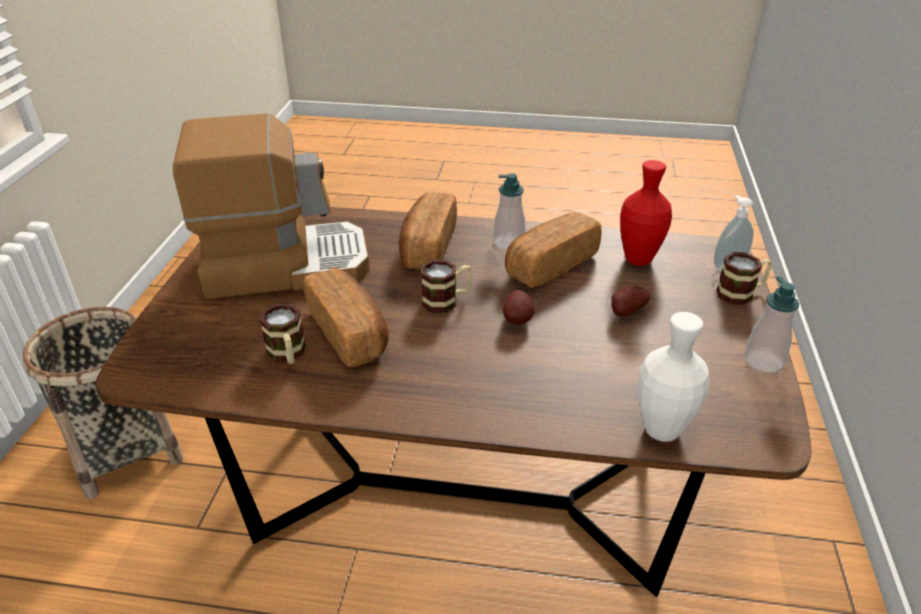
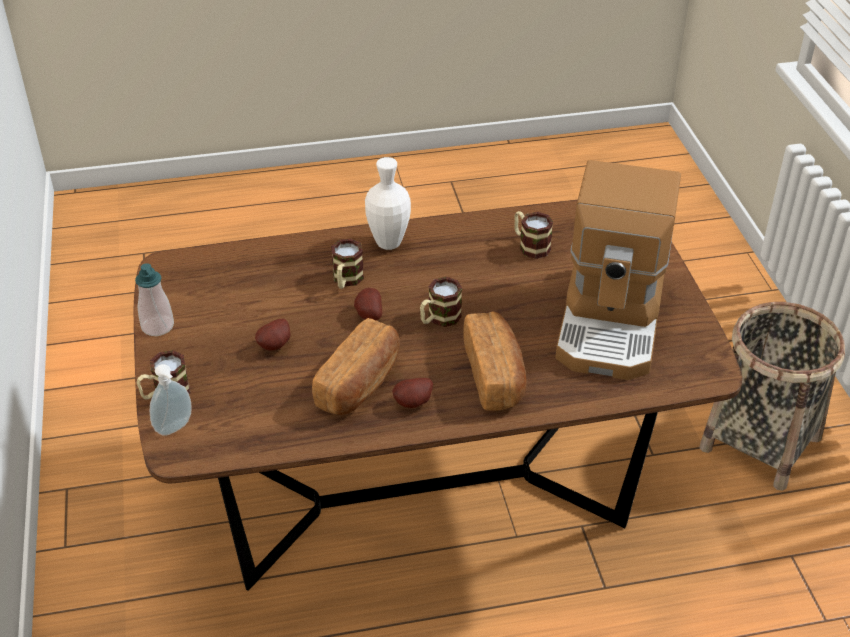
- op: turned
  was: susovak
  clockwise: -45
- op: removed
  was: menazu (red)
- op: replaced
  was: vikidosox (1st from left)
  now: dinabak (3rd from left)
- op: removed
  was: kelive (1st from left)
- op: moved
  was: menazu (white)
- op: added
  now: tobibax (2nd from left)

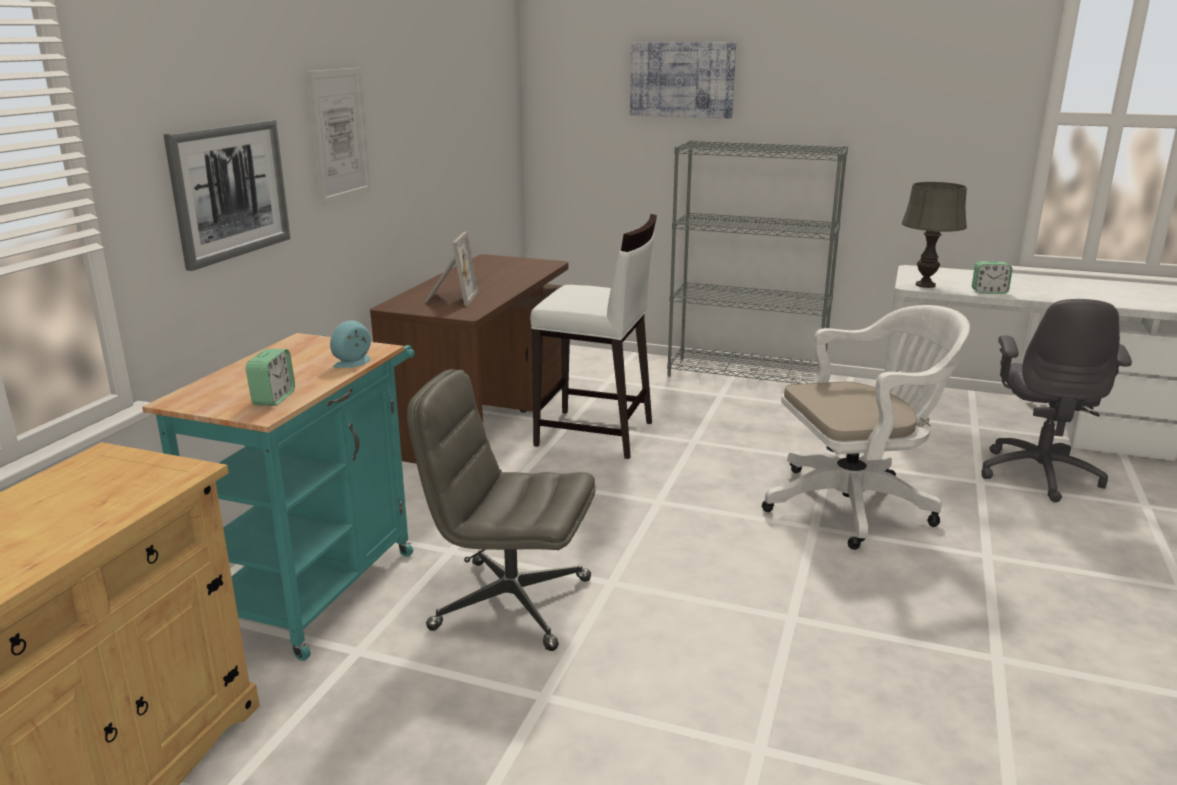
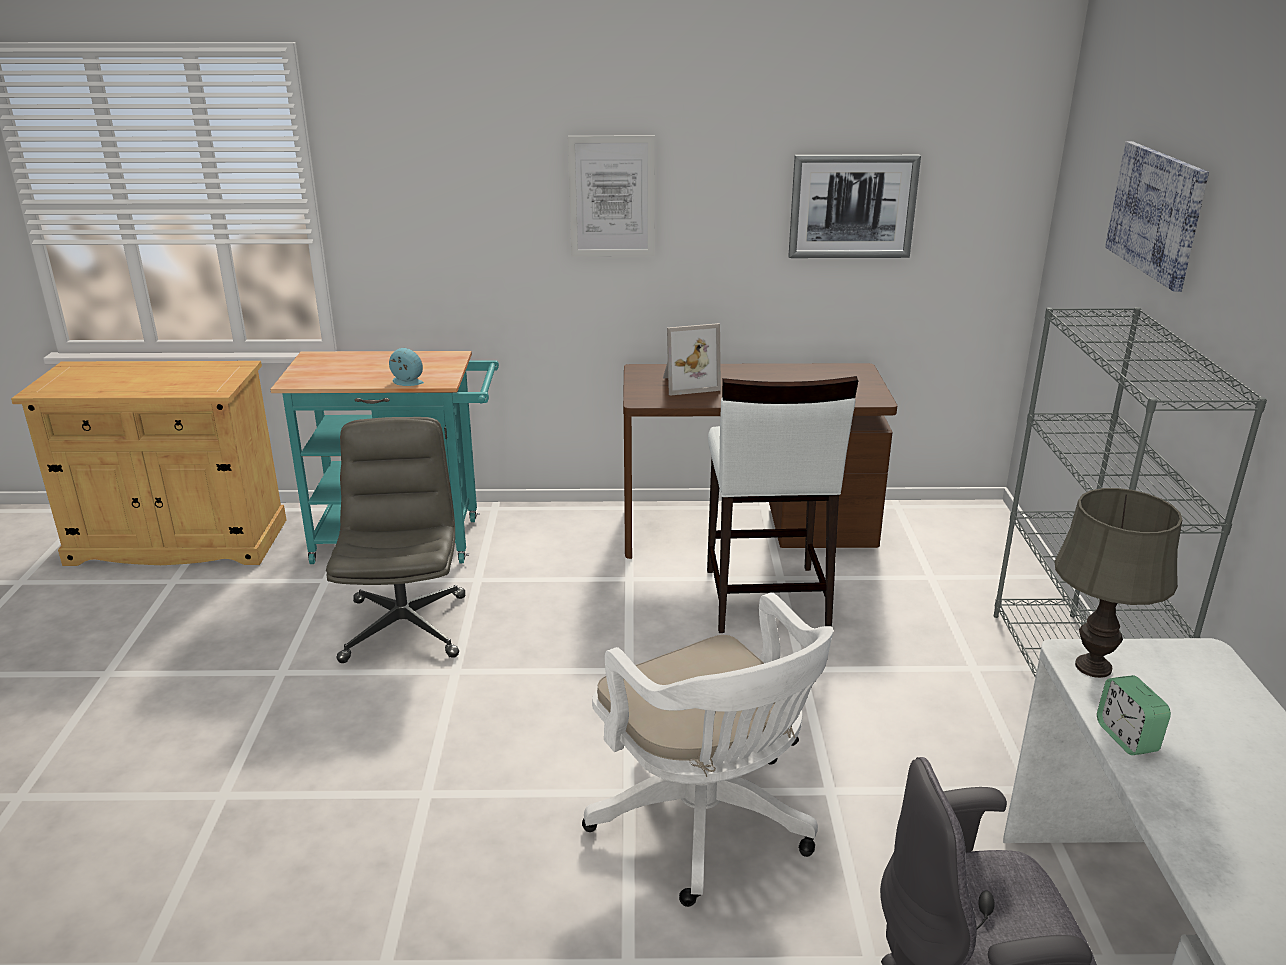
- op: moved
  was: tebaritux (1st from left in the first image)
  now: tebaritux (2nd from left)
- op: removed
  was: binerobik (1st from left)

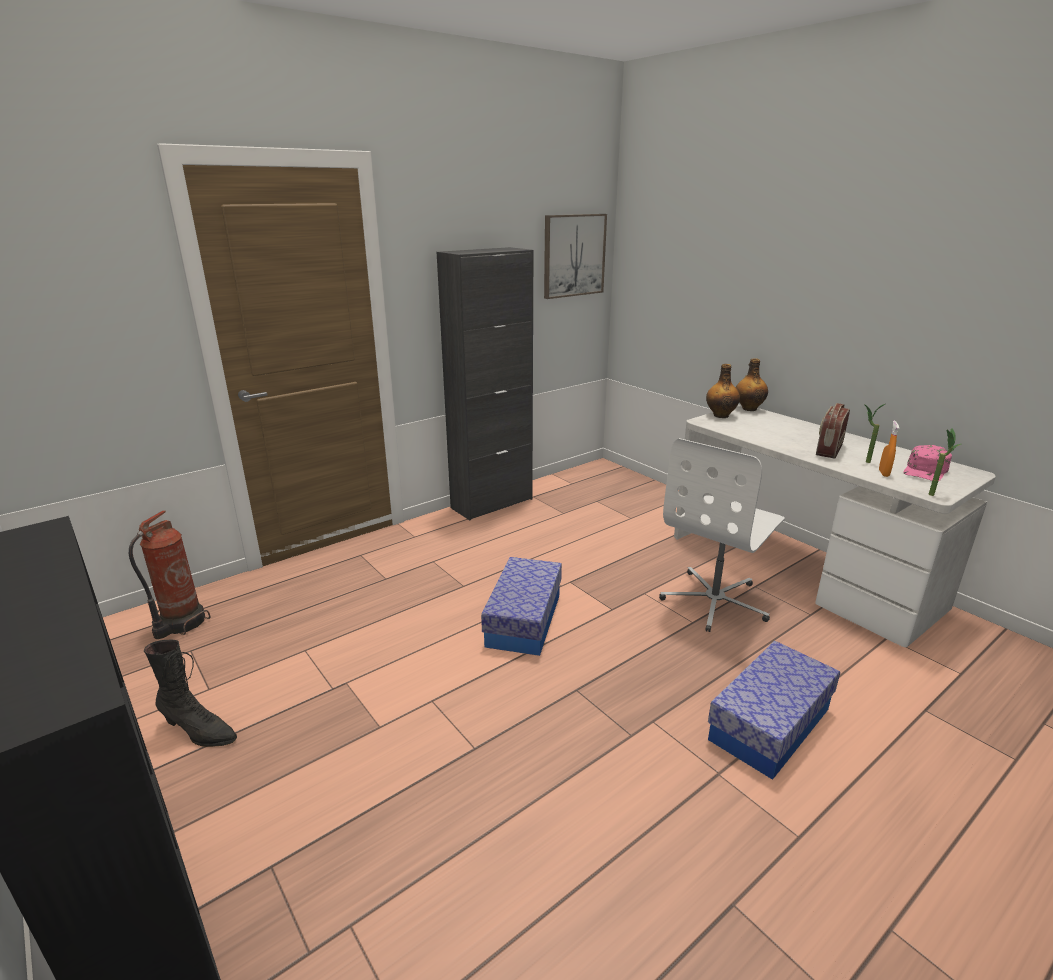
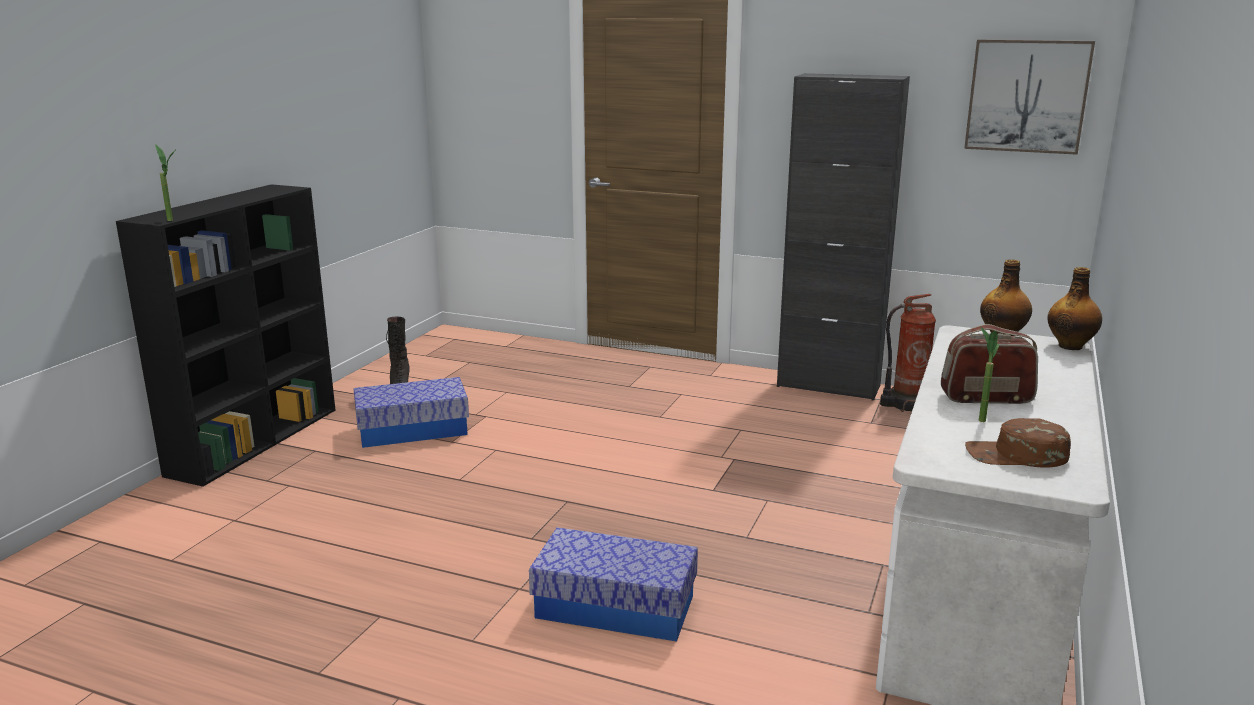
- op: removed
  was: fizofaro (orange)
- op: moved
  was: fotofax (2nd from left in the first image)
  now: fotofax (1st from left)
- op: removed
  was: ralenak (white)
- op: recoloured
  was: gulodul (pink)
  now: gulodul (brown)
- op: moved
  was: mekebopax
- op: moved
  was: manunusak (1st from left)

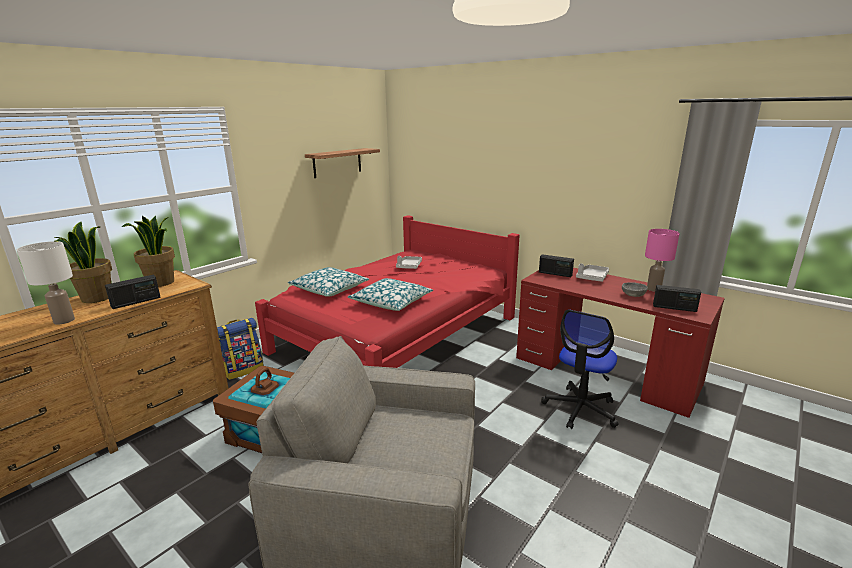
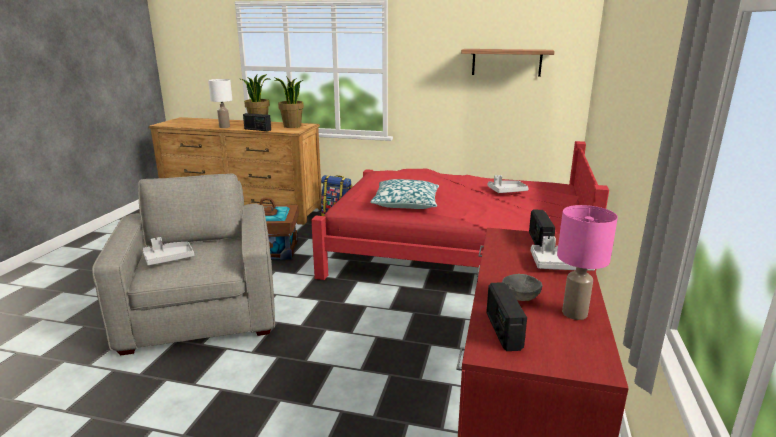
- op: removed
  was: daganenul (1st from left)
- op: removed
  was: ralenak
- op: added
  now: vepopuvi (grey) (1st from left)

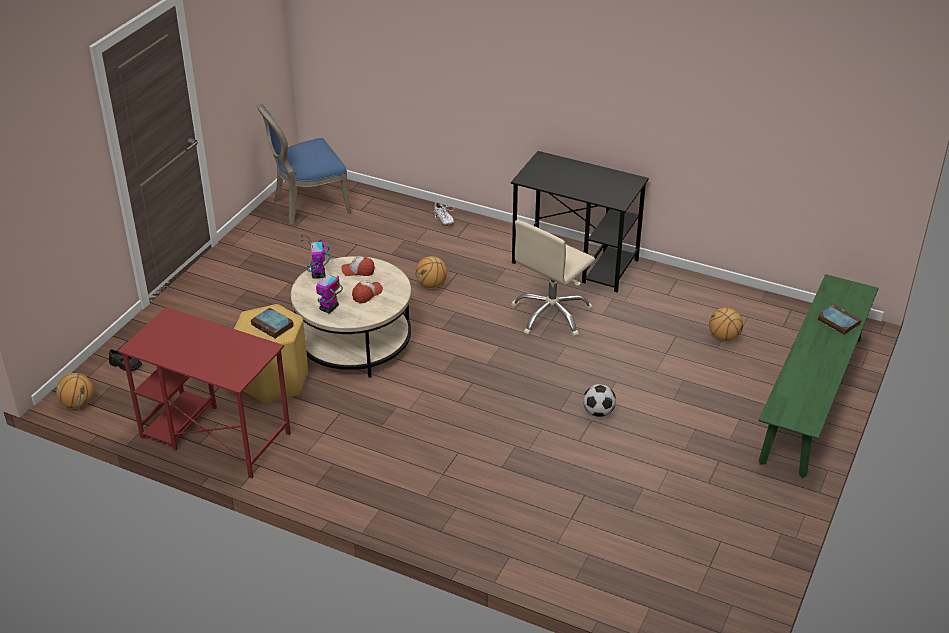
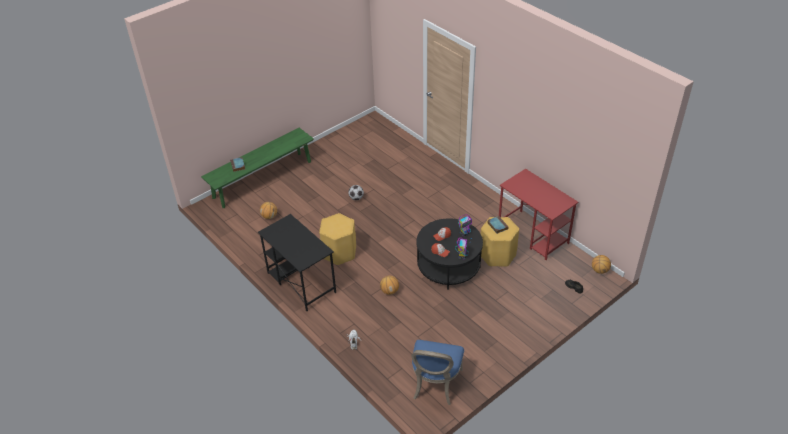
- op: turned
  was: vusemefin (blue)
  clockwise: 105
- op: replaced
  was: ralenak (beige)
  now: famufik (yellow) (1st from left)
- op: recoloured
  was: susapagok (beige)
  now: susapagok (black)

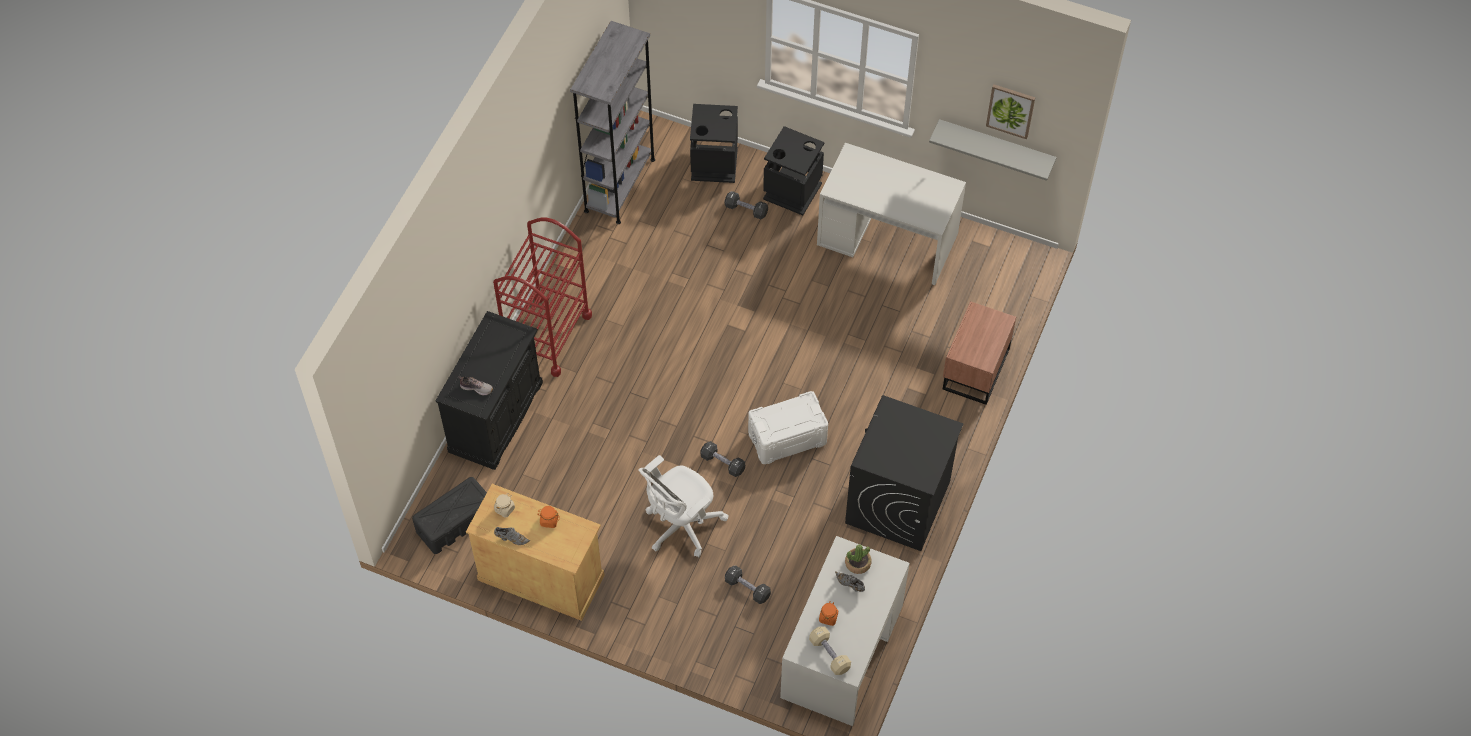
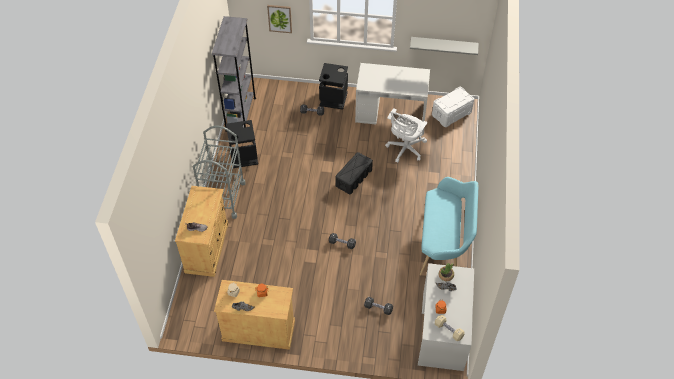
- op: moved
  was: tebaritux
- op: moved
  was: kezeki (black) (1st from left)
- op: recoloured
  was: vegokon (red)
  now: vegokon (grey)
- op: removed
  was: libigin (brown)
- op: recoloured
  was: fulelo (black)
  now: fulelo (beige) (1st from left)
- op: moved
  was: manunusak (white)
- op: replaced
  was: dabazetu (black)
  now: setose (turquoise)
- op: moved
  was: ralenak (white)
- op: moved
  was: manunusak (black)

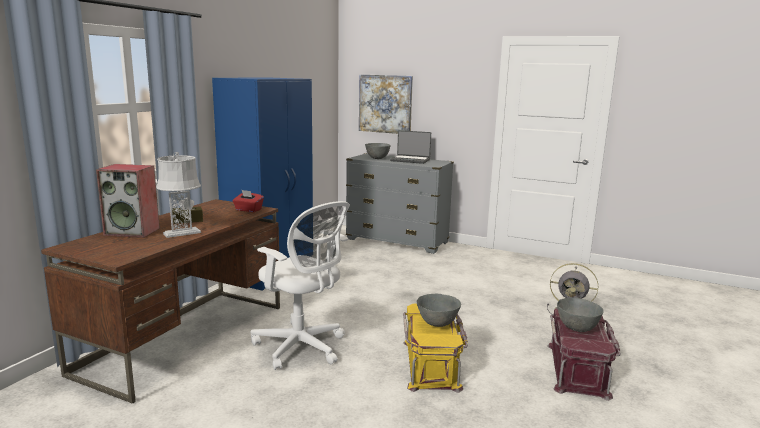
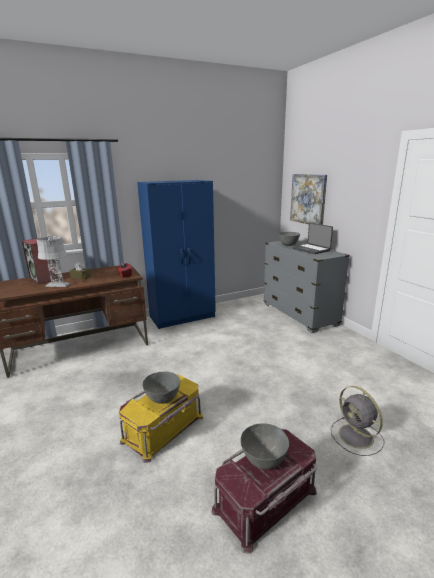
- op: removed
  was: ralenak (white)

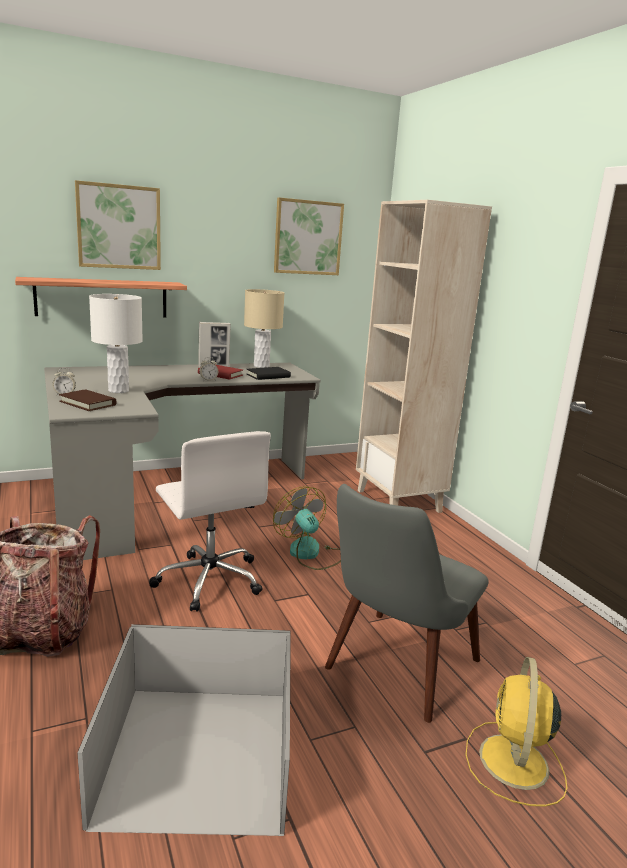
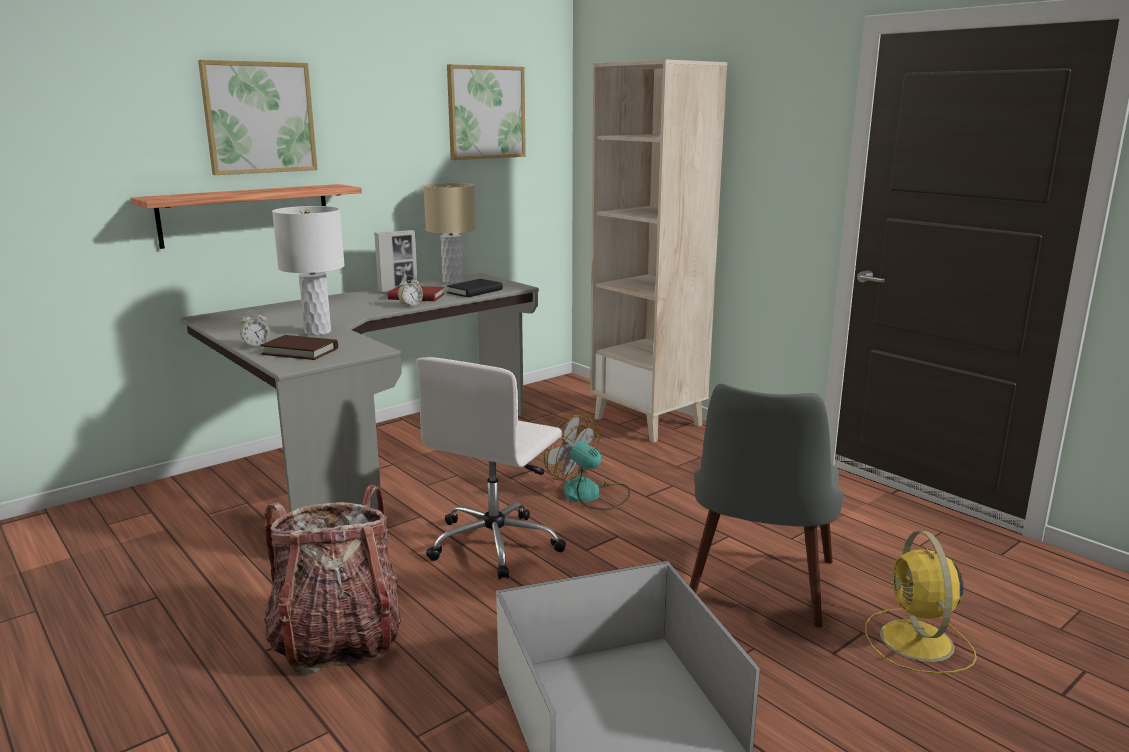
- op: turned
  was: ralenak (white)
  clockwise: 75

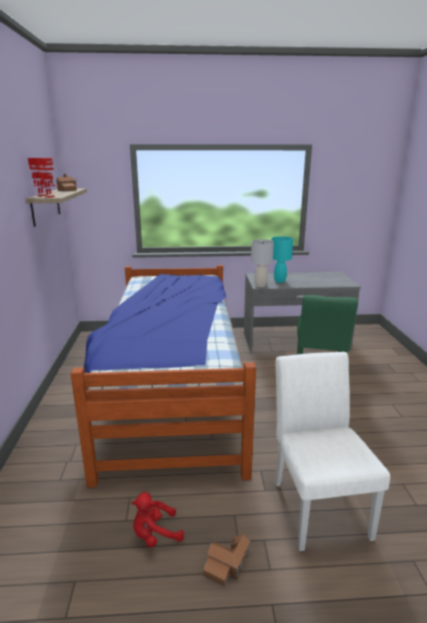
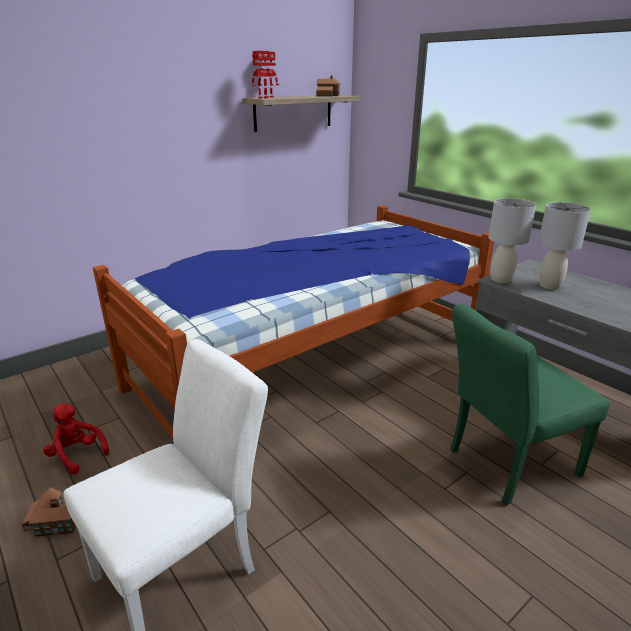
- op: recoloured
  was: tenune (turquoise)
  now: tenune (grey) (2nd from left)

